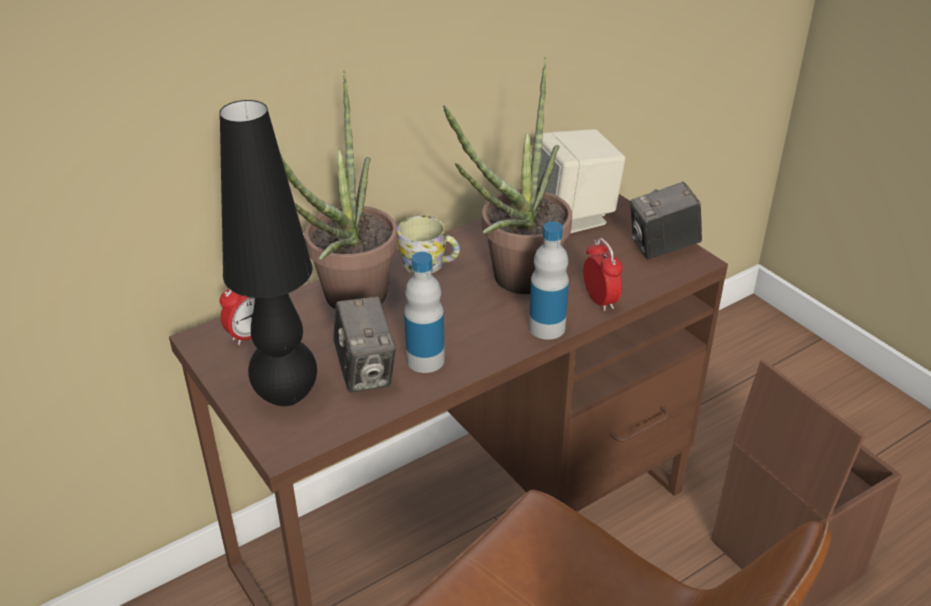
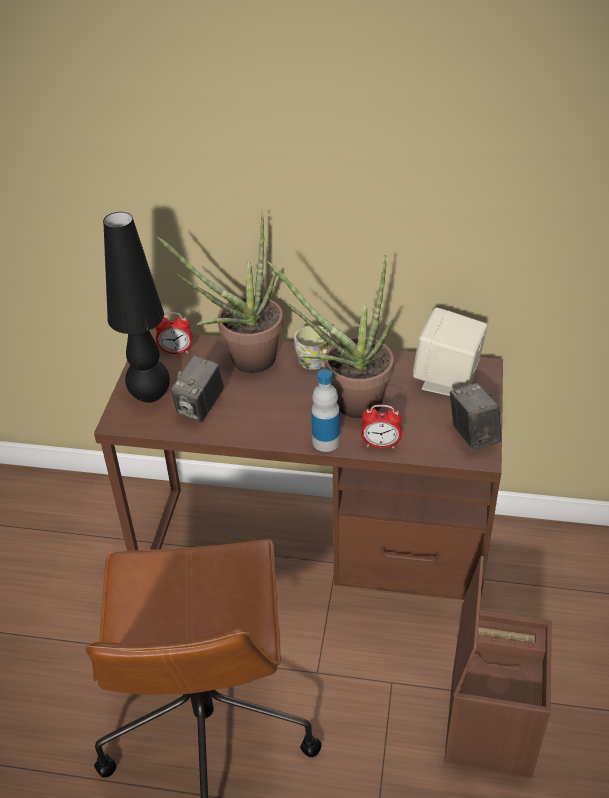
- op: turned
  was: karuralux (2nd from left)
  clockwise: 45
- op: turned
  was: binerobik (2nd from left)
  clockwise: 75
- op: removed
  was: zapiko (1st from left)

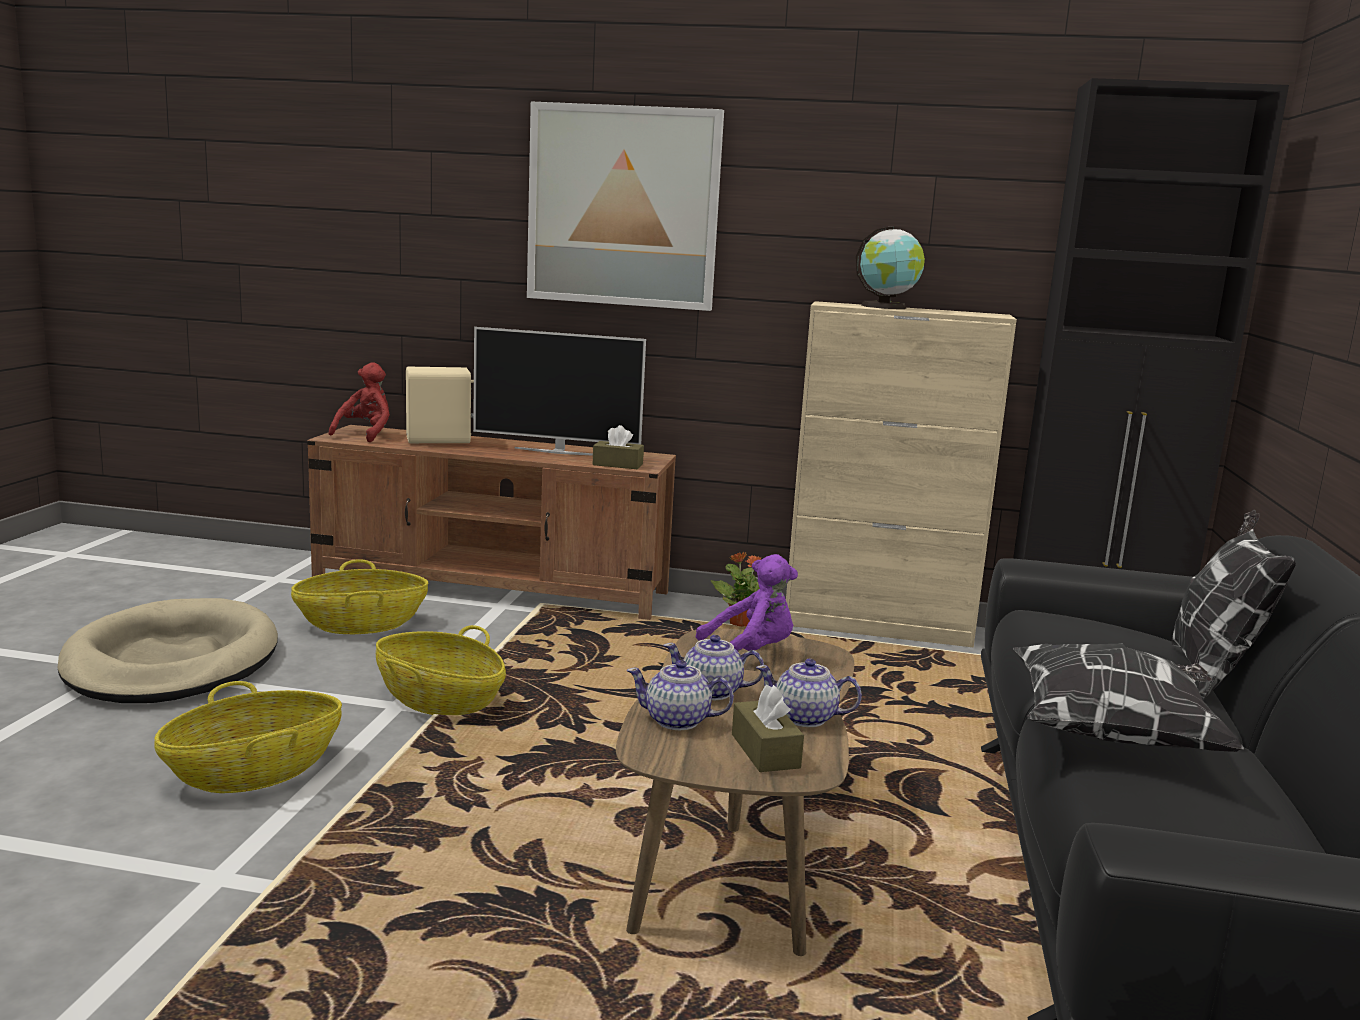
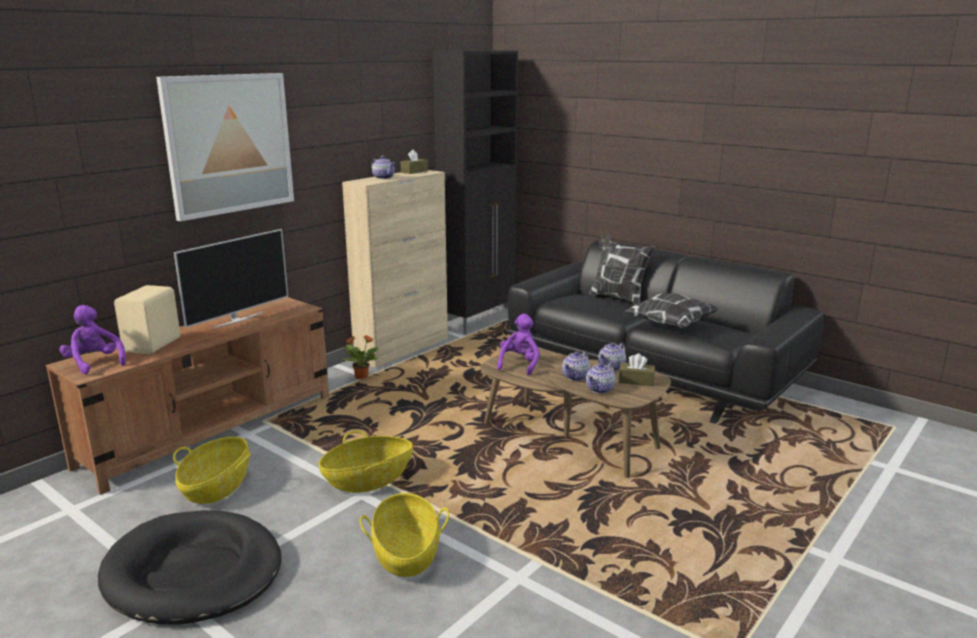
- op: replaced
  was: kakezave
  now: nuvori (1st from left)
- op: recoloured
  was: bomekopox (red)
  now: bomekopox (purple) (1st from left)
- op: moved
  was: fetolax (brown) (1st from left)
- op: recoloured
  was: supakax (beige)
  now: supakax (black)

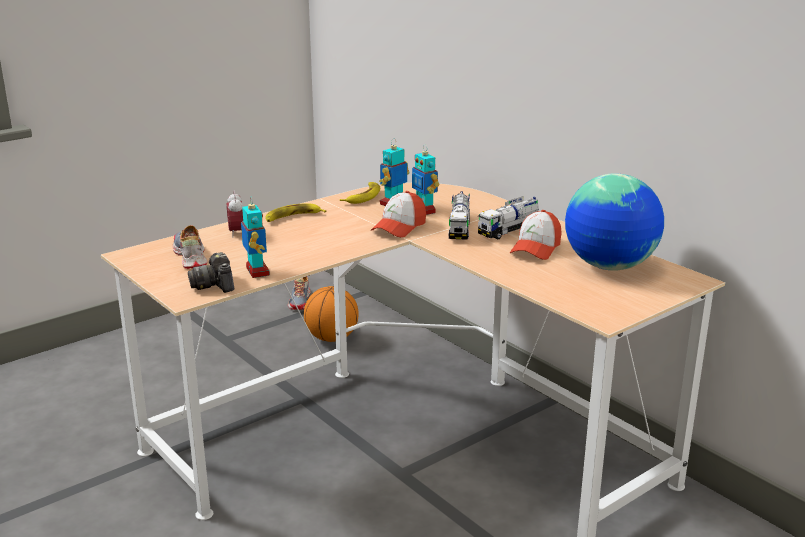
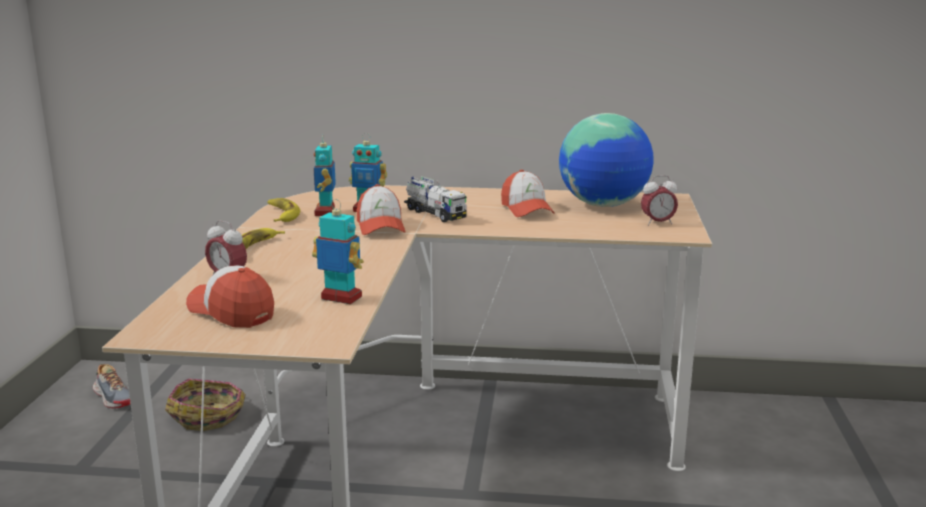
- op: removed
  was: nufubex (2nd from left)
- op: replaced
  was: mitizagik (1st from left)
  now: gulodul (1st from left)
- op: removed
  was: karuralux
- op: replaced
  was: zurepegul
  now: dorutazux
- op: added
  now: binerobik (2nd from left)

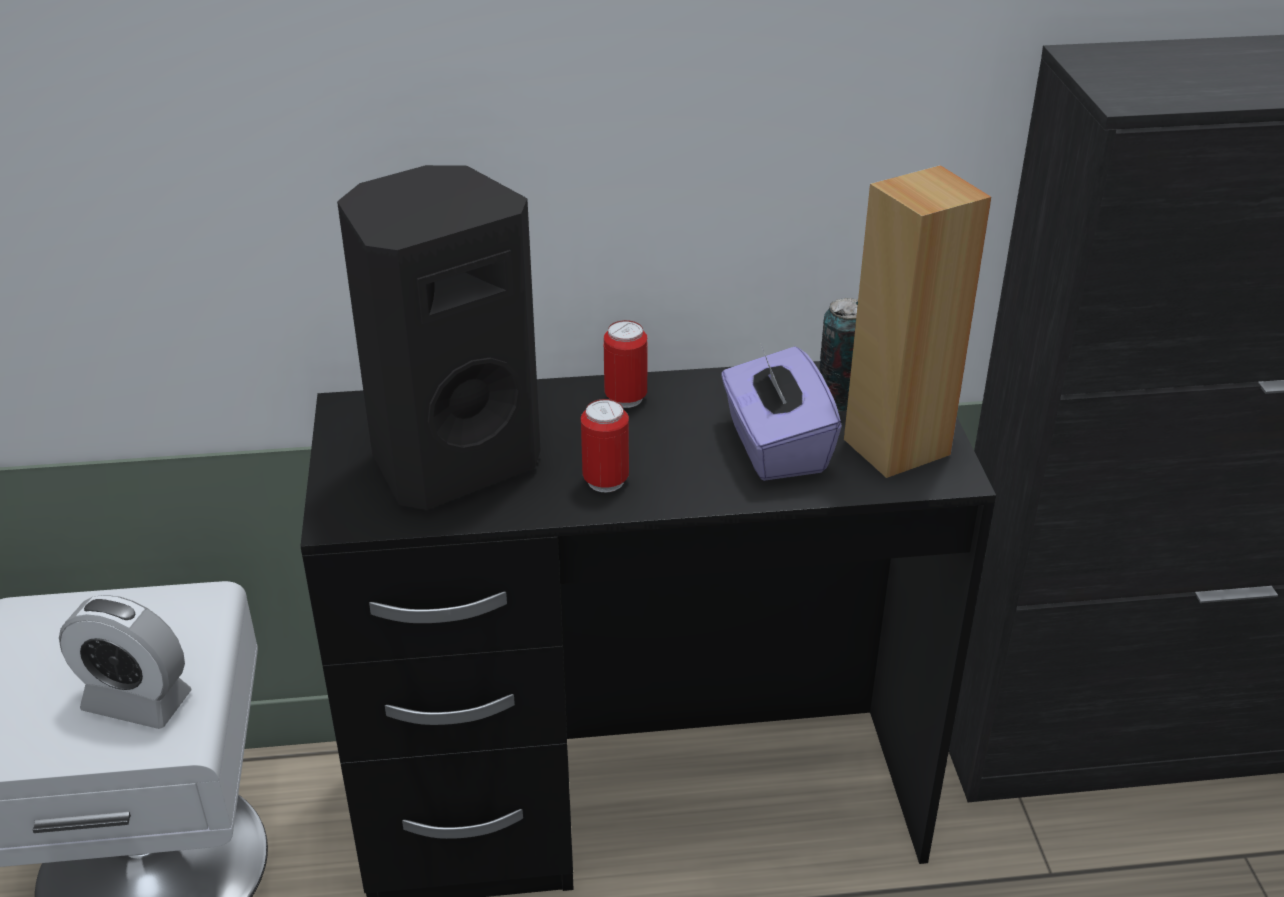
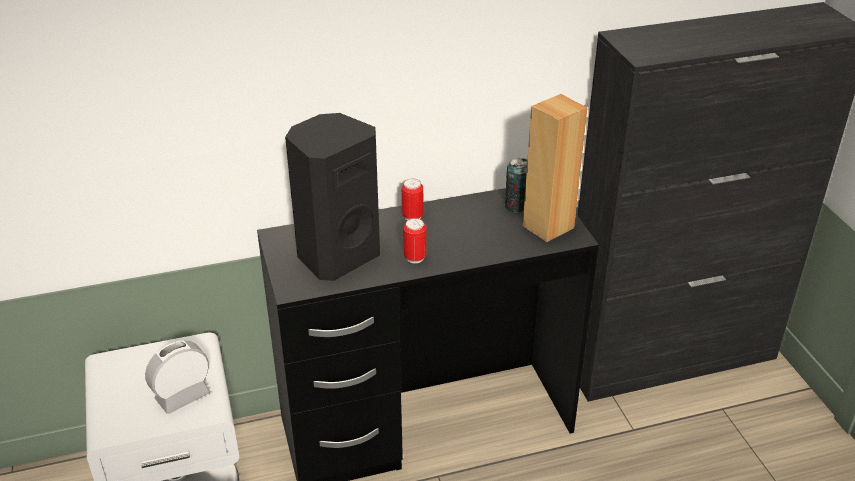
- op: removed
  was: fetolax (purple)
- op: turned
  was: binerobik
  clockwise: 135

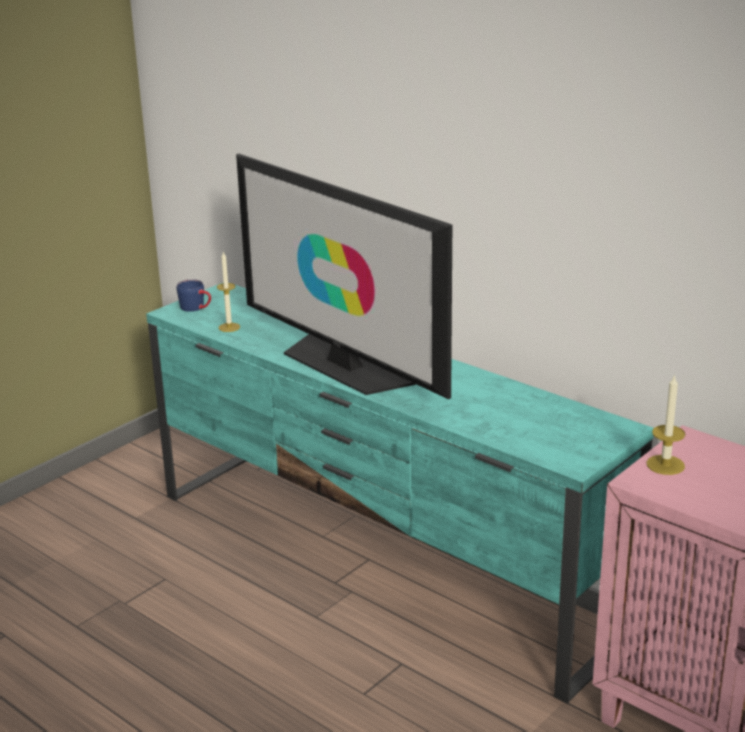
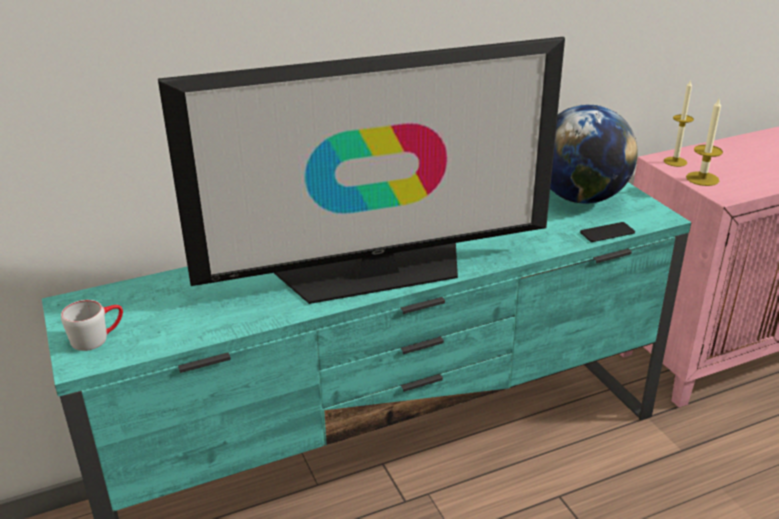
- op: moved
  was: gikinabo (1st from left)
- op: recoloured
  was: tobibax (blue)
  now: tobibax (grey)
- op: added
  now: kakezave
- op: added
  now: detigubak

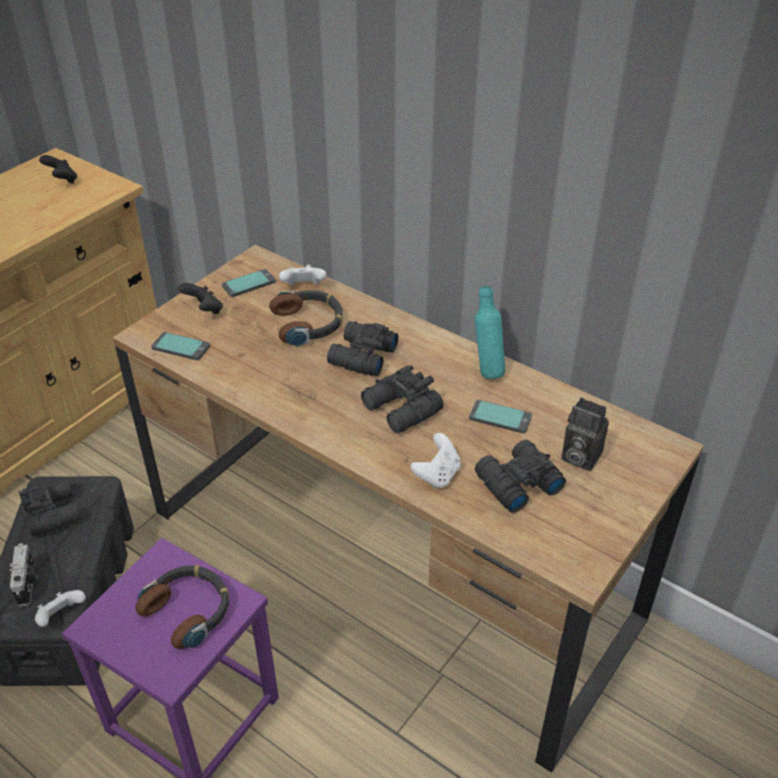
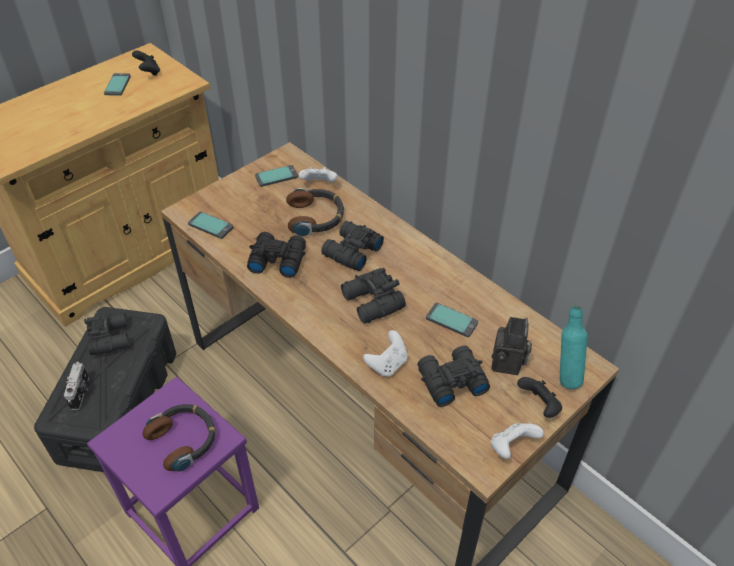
- op: moved
  was: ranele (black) (2nd from left)
- op: moved
  was: zapiko (turquoise)
- op: turned
  was: karuralux (2nd from left)
  clockwise: -120
- op: moved
  was: ranele (white) (1st from left in the first image)
  now: ranele (white) (3rd from left)
- op: added
  now: detigubak (1st from left)
- op: added
  now: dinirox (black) (2nd from left)

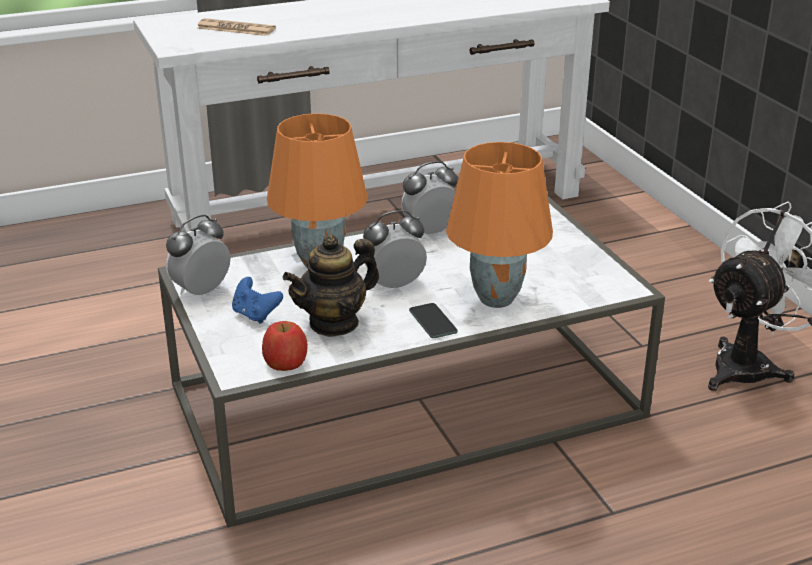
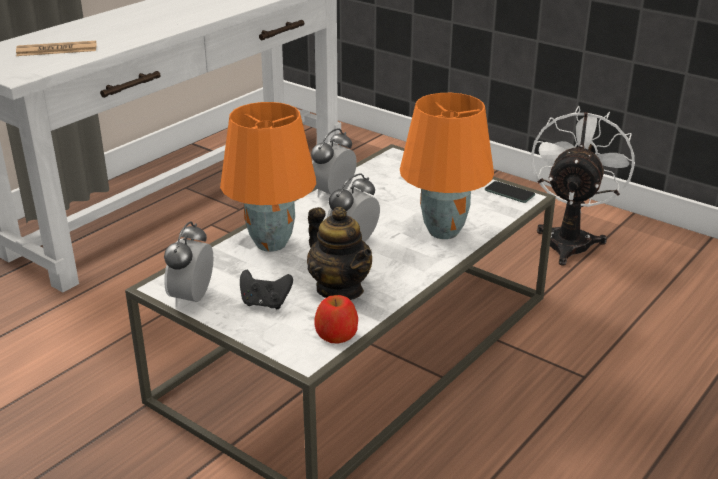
- op: turned
  was: nuvori
  clockwise: -60
- op: recoloured
  was: ranele (blue)
  now: ranele (black)
- op: moved
  was: detigubak

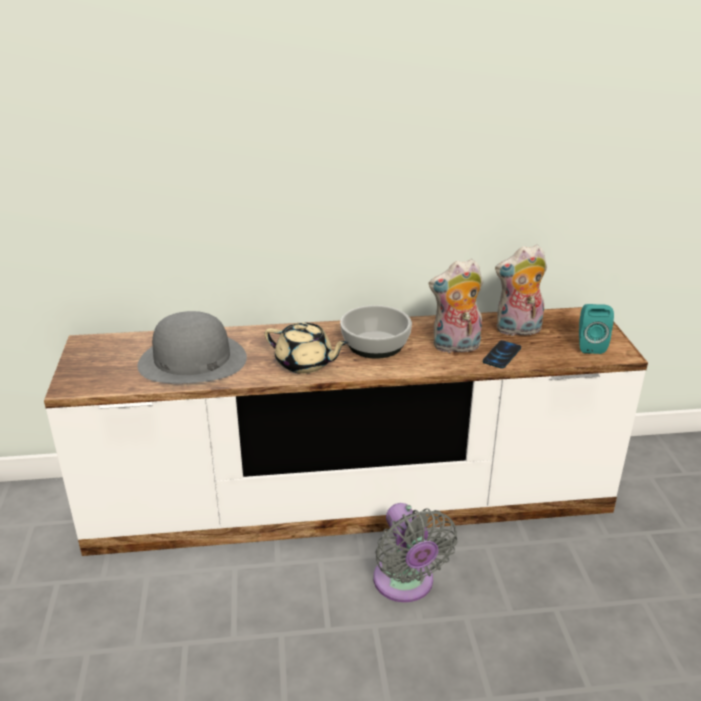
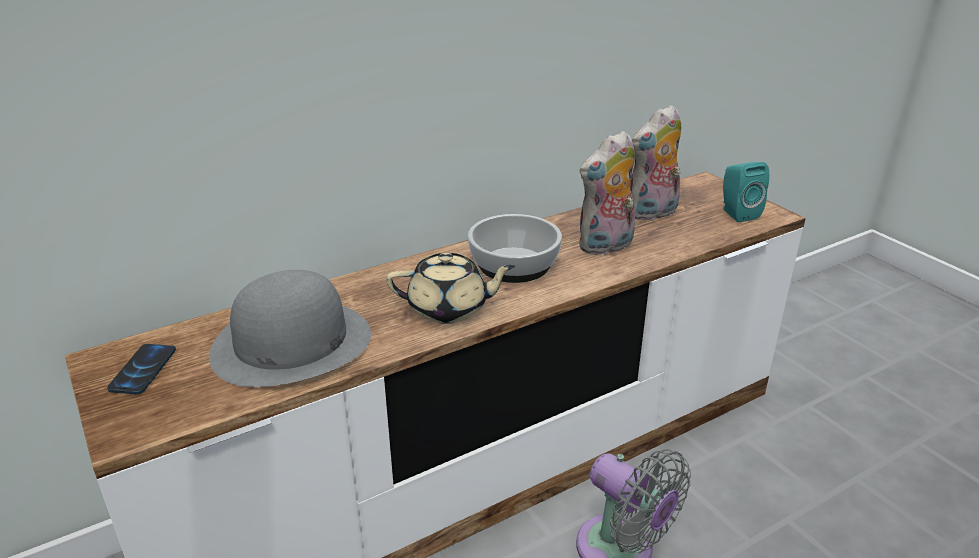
- op: moved
  was: detigubak

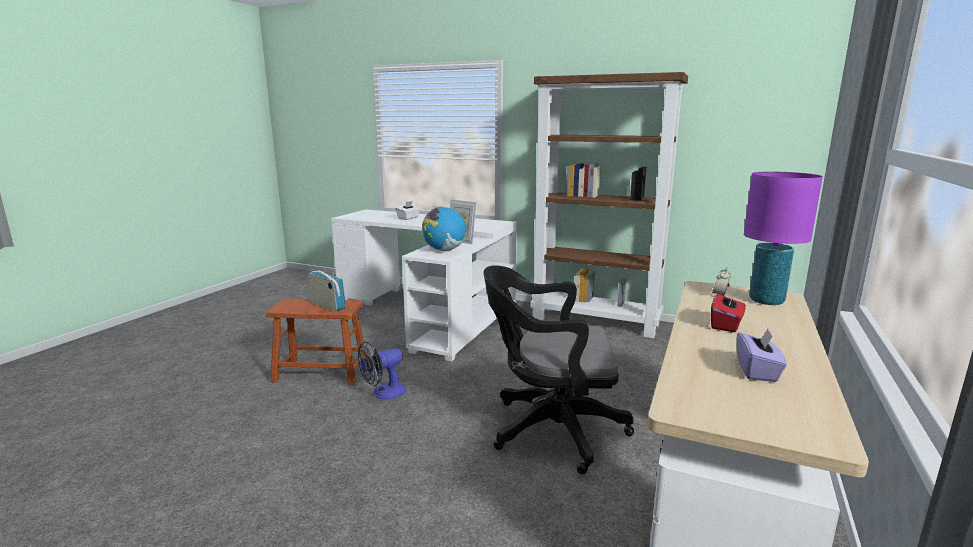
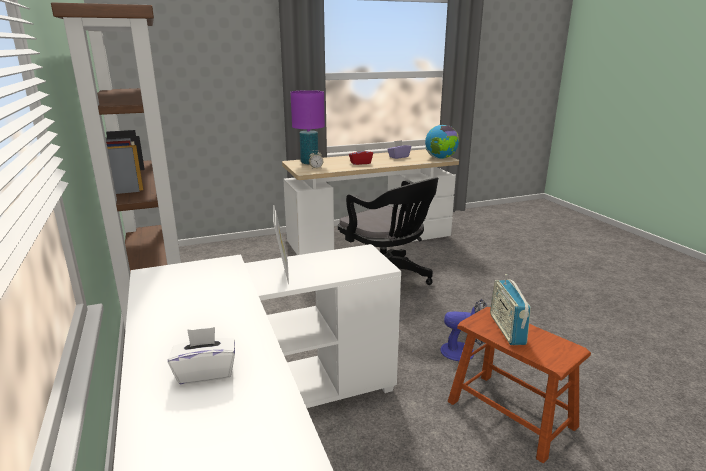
- op: moved
  was: kakezave

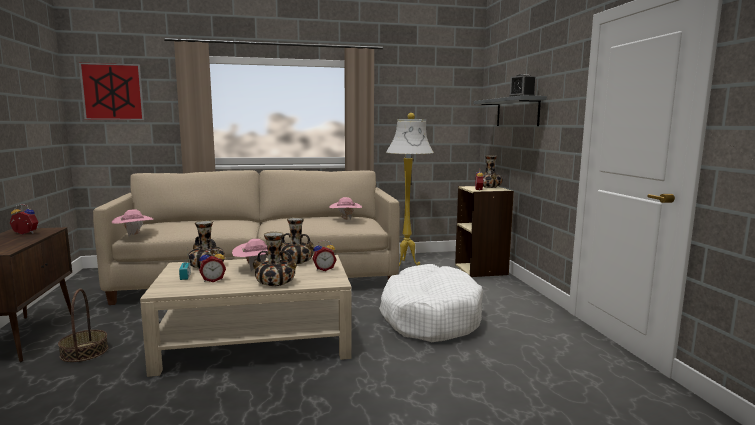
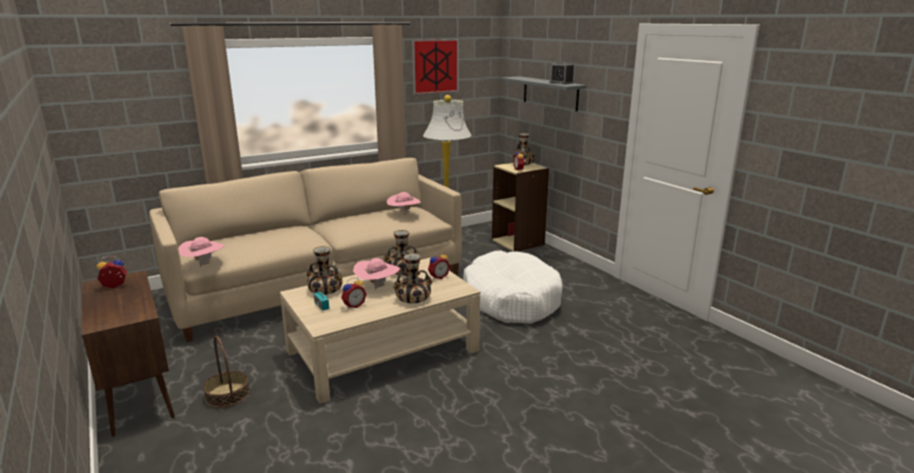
- op: moved
  was: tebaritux

